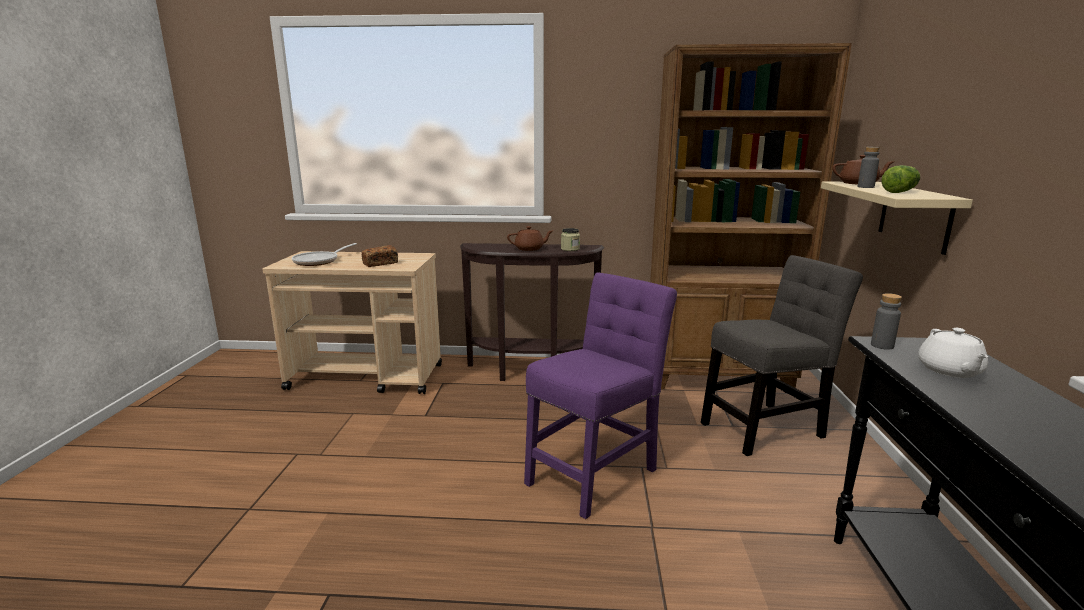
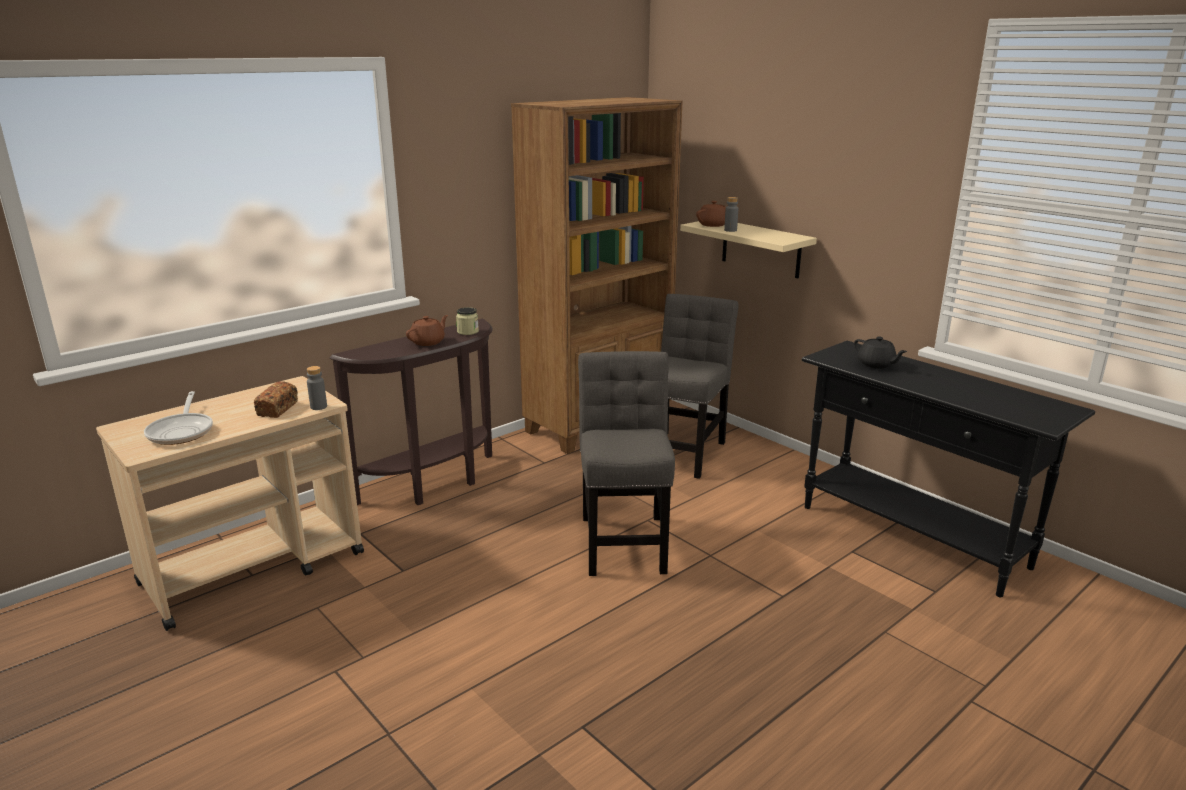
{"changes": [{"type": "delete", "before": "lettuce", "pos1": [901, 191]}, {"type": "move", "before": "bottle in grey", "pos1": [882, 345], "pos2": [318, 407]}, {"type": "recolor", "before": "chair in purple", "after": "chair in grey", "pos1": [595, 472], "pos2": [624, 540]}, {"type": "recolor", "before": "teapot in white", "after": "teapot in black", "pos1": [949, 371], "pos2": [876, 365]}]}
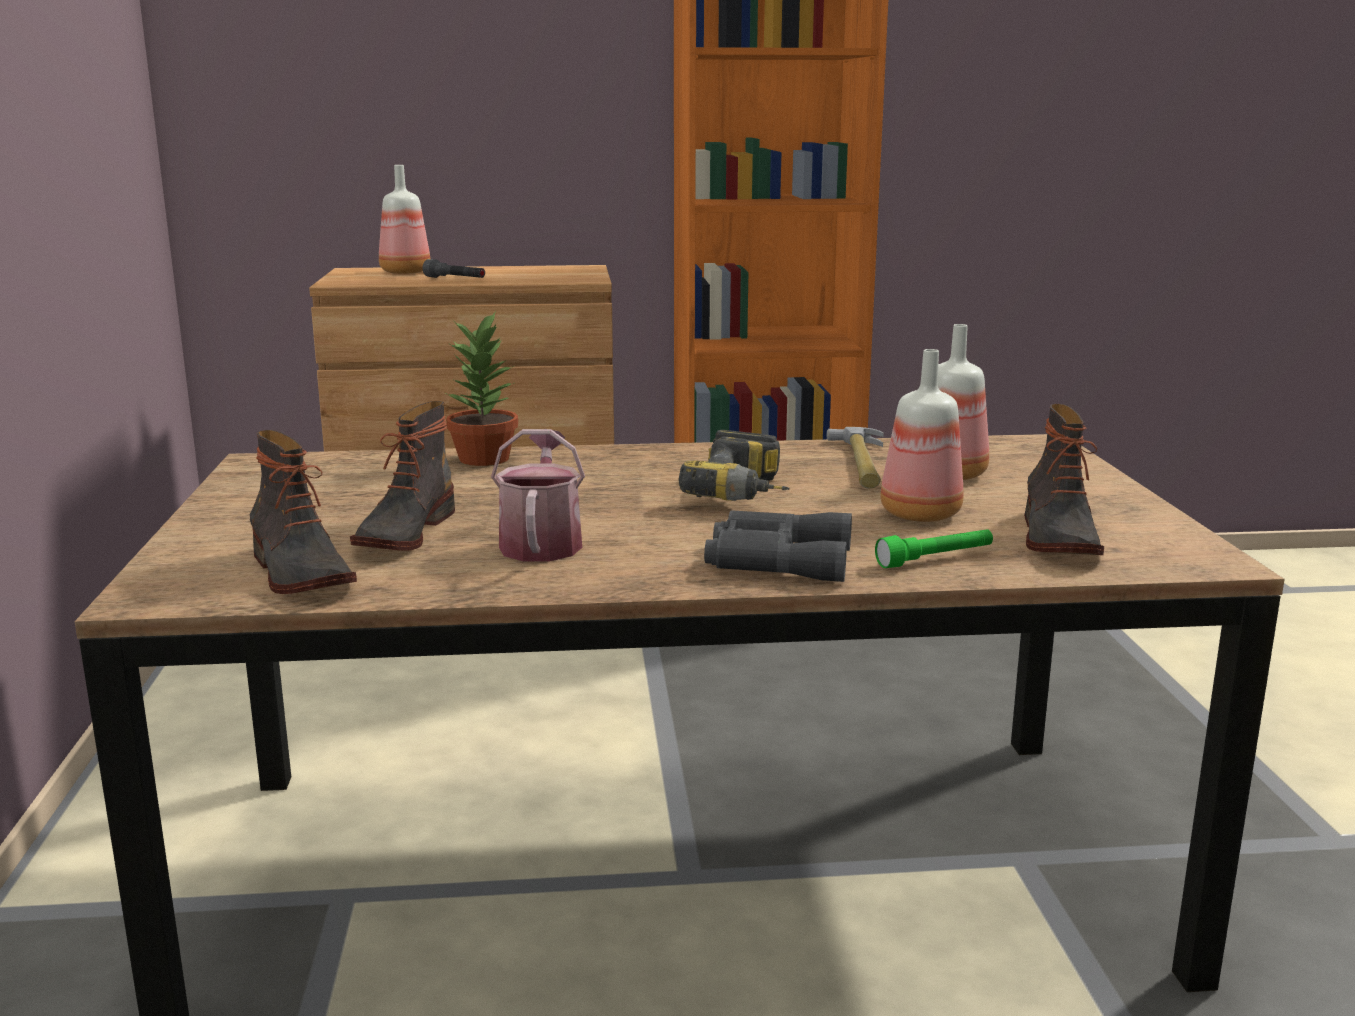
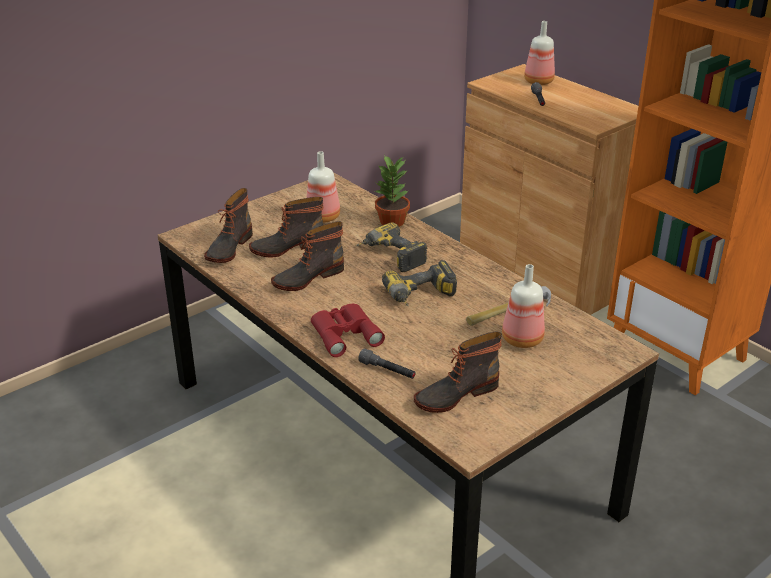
{"changes": [{"type": "insert", "after": "power drill", "pos2": [390, 257]}, {"type": "move", "before": "bottle", "pos1": [917, 514], "pos2": [323, 216]}, {"type": "replace", "before": "watering can", "after": "boot", "pos1": [541, 542], "pos2": [307, 277]}, {"type": "recolor", "before": "binoculars in grey", "after": "binoculars in red", "pos1": [775, 559], "pos2": [344, 333]}, {"type": "recolor", "before": "flashlight in green", "after": "flashlight in grey", "pos1": [935, 559], "pos2": [387, 371]}]}
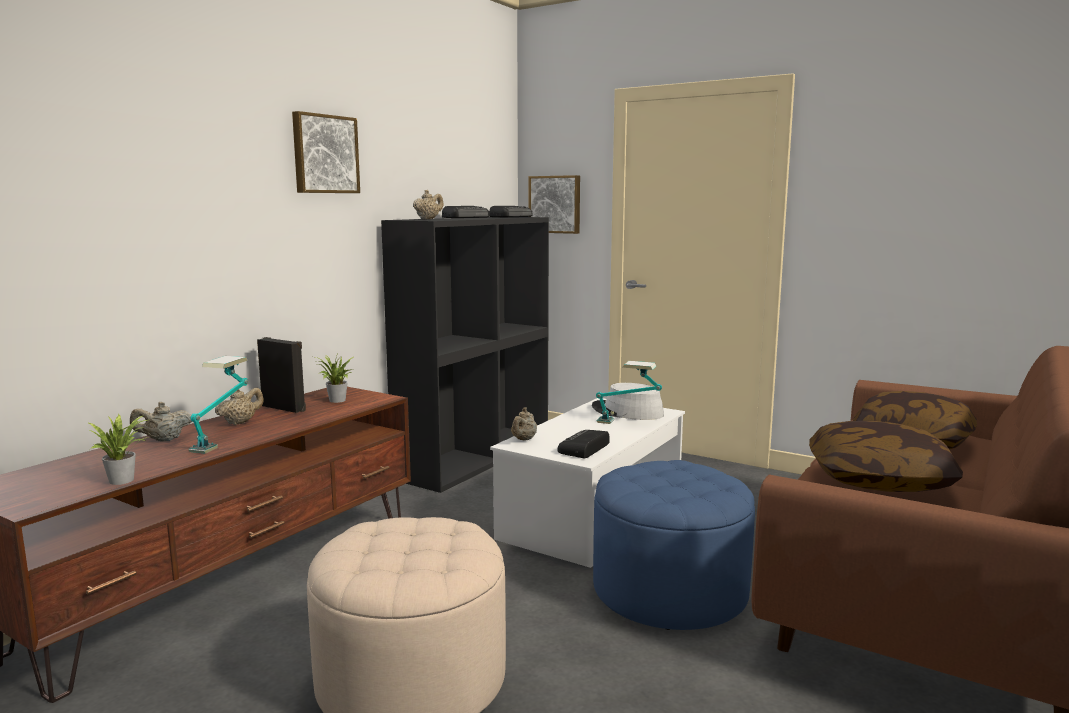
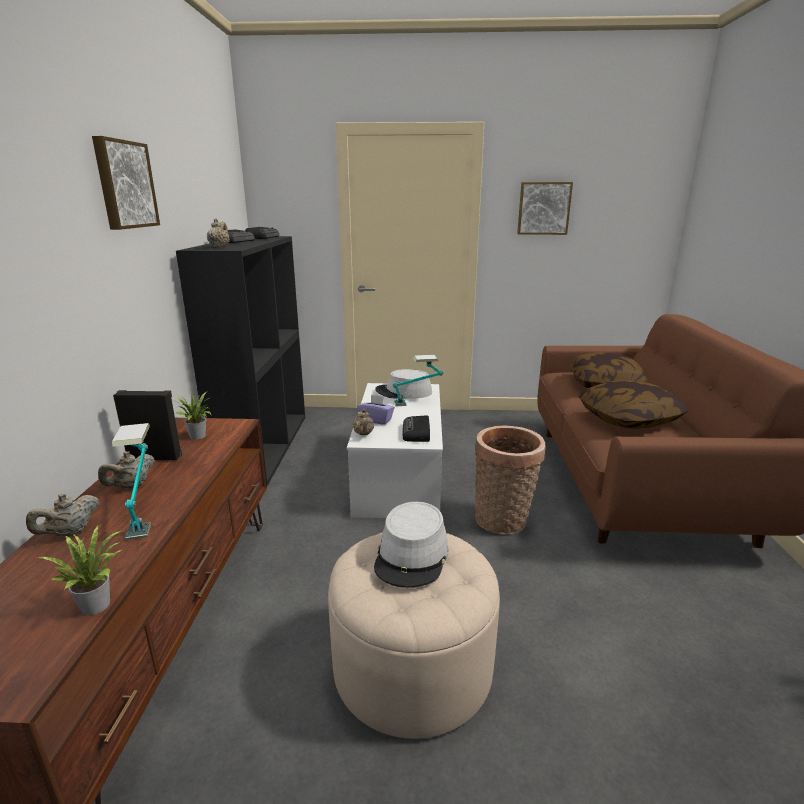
{"changes": [{"type": "insert", "after": "tissue box in purple", "pos2": [376, 420]}, {"type": "insert", "after": "hat in grey", "pos2": [412, 555]}, {"type": "move", "before": "picture", "pos1": [555, 204], "pos2": [543, 208]}, {"type": "replace", "before": "ottoman in blue", "after": "basket", "pos1": [669, 591], "pos2": [503, 521]}, {"type": "rotate", "before": "teapot in beige", "pos1": [240, 422], "pos2": [131, 486], "turn": -150}]}
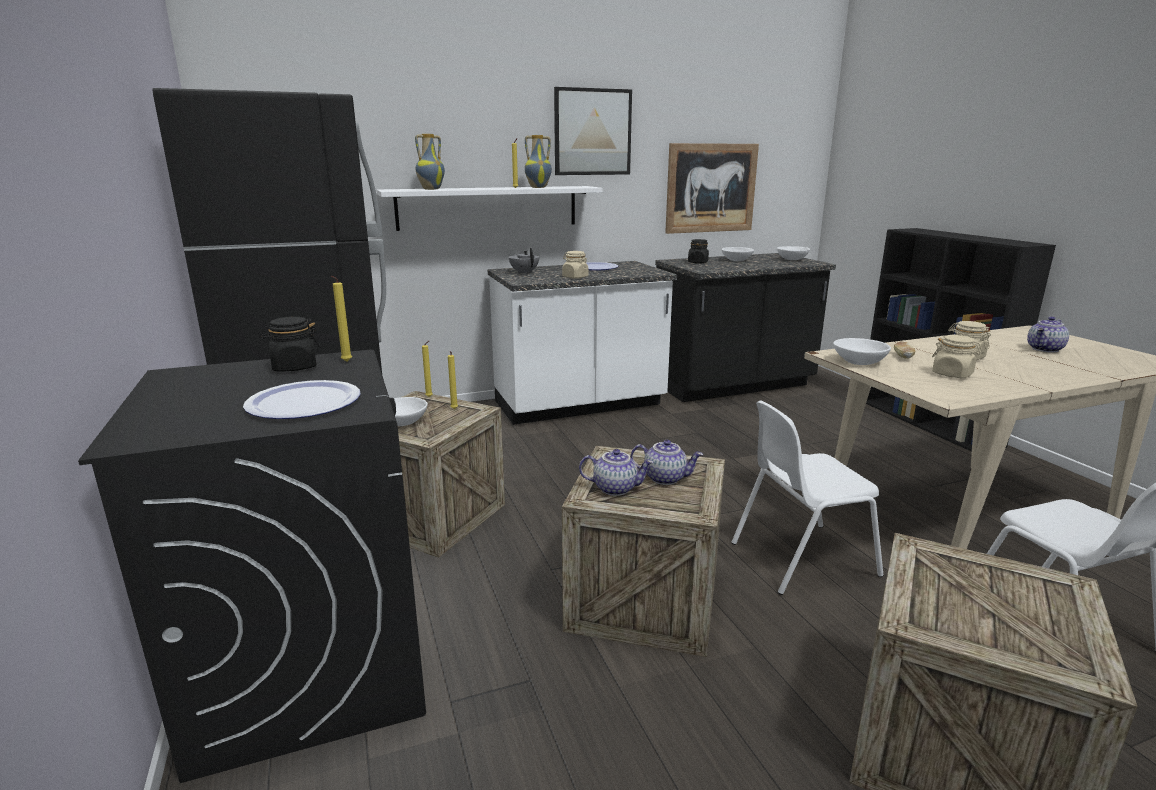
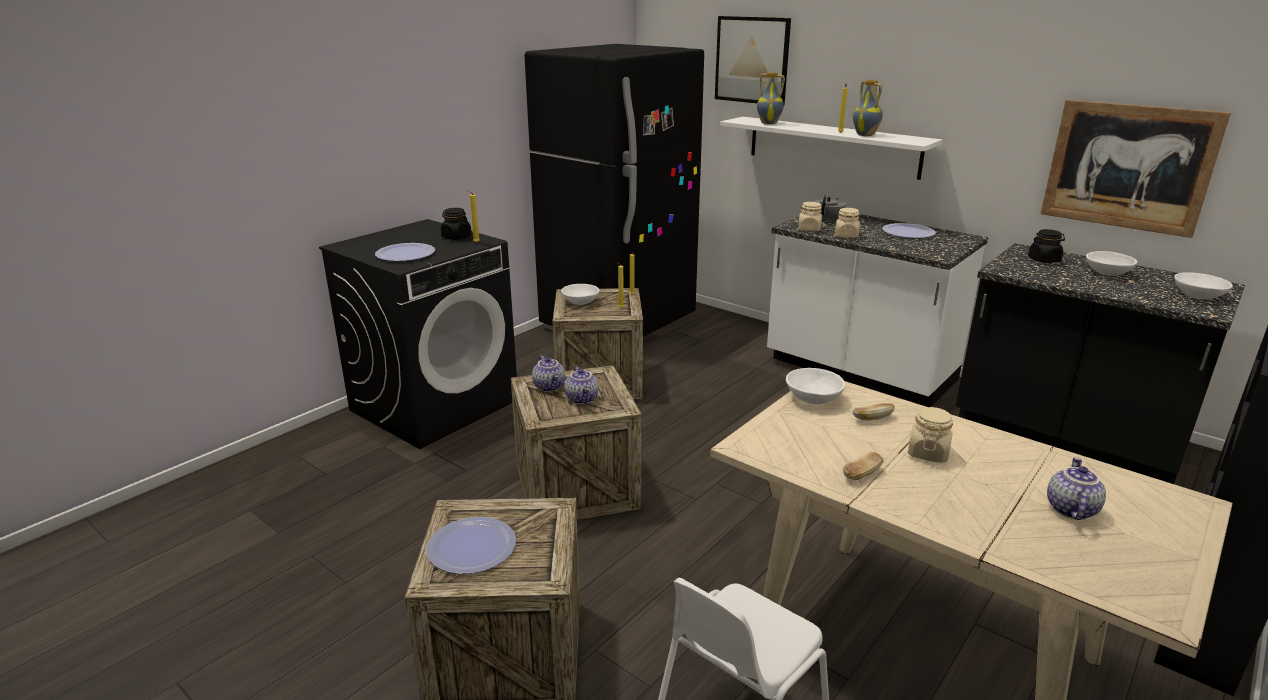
{"changes": [{"type": "delete", "before": "chair in white", "pos1": [800, 558]}, {"type": "insert", "after": "plate", "pos2": [471, 547]}, {"type": "insert", "after": "bread", "pos2": [862, 475]}, {"type": "move", "before": "picture", "pos1": [592, 132], "pos2": [752, 60]}, {"type": "move", "before": "jar in beige", "pos1": [952, 374], "pos2": [809, 229]}, {"type": "rotate", "before": "teapot", "pos1": [1045, 349], "pos2": [1069, 509], "turn": 90}]}
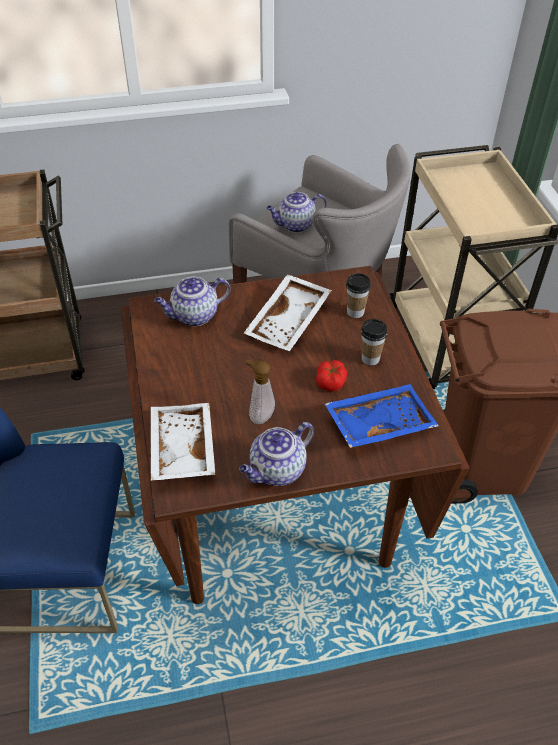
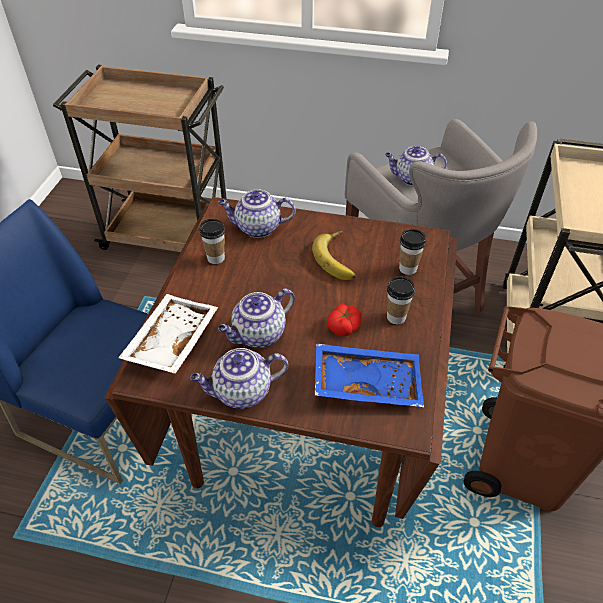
{"changes": [{"type": "insert", "after": "cup", "pos2": [216, 258]}, {"type": "replace", "before": "tray in white", "after": "banana", "pos1": [289, 322], "pos2": [339, 258]}, {"type": "replace", "before": "soap dispenser", "after": "teapot", "pos1": [260, 416], "pos2": [258, 335]}]}
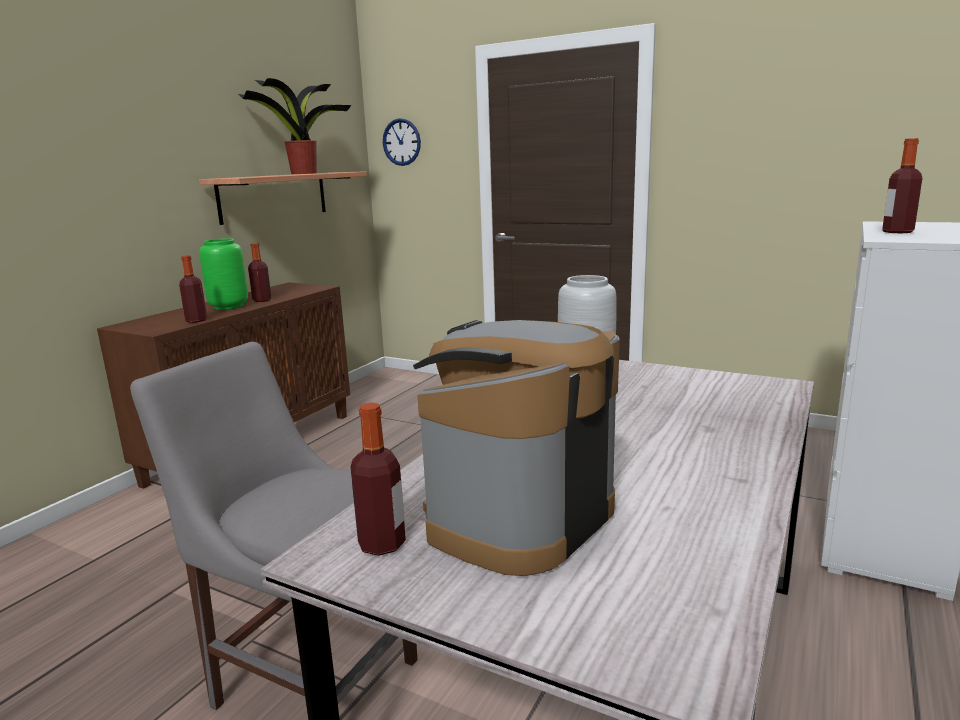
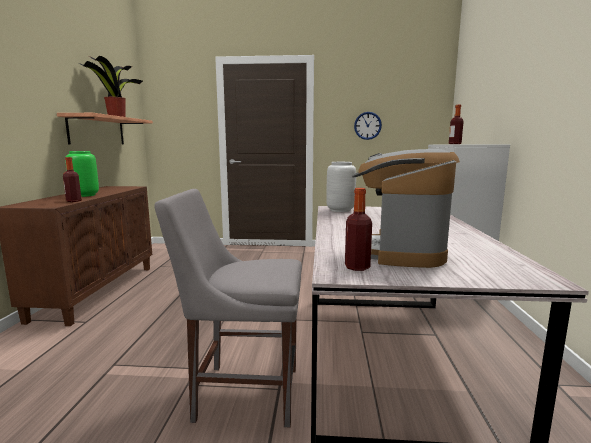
{"changes": [{"type": "delete", "before": "bottle", "pos1": [262, 300]}, {"type": "move", "before": "wall clock", "pos1": [401, 142], "pos2": [367, 125]}]}
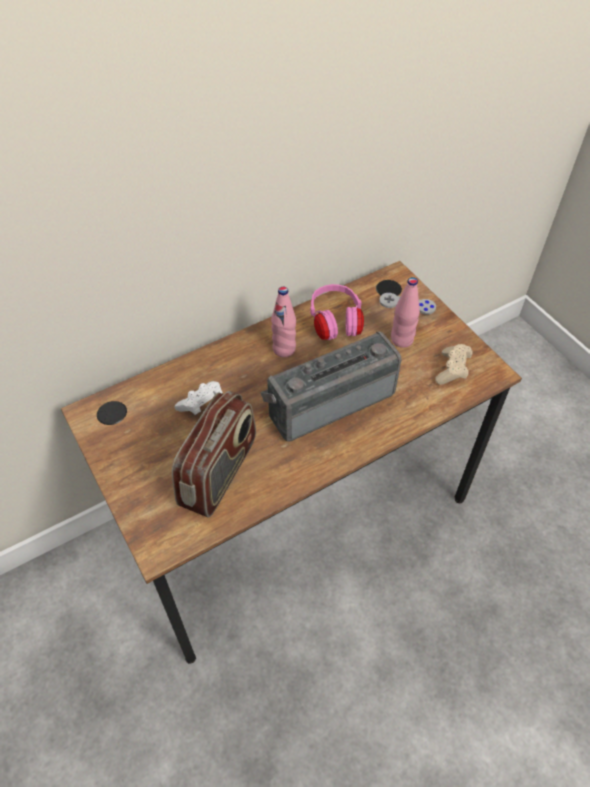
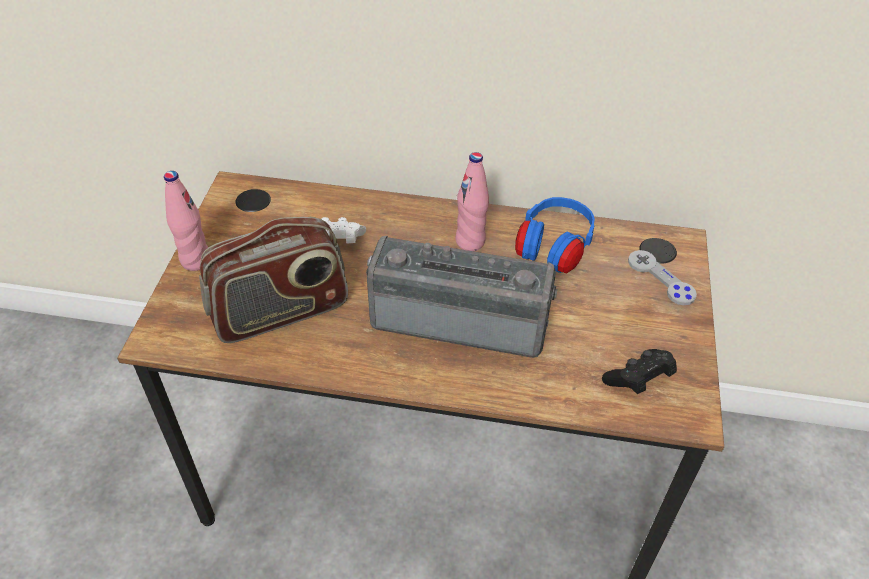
{"changes": [{"type": "move", "before": "bottle in pink", "pos1": [401, 340], "pos2": [196, 260]}, {"type": "recolor", "before": "headphones in pink", "after": "headphones in blue", "pos1": [335, 324], "pos2": [553, 250]}, {"type": "recolor", "before": "game controller in beige", "after": "game controller in black", "pos1": [452, 370], "pos2": [638, 380]}]}
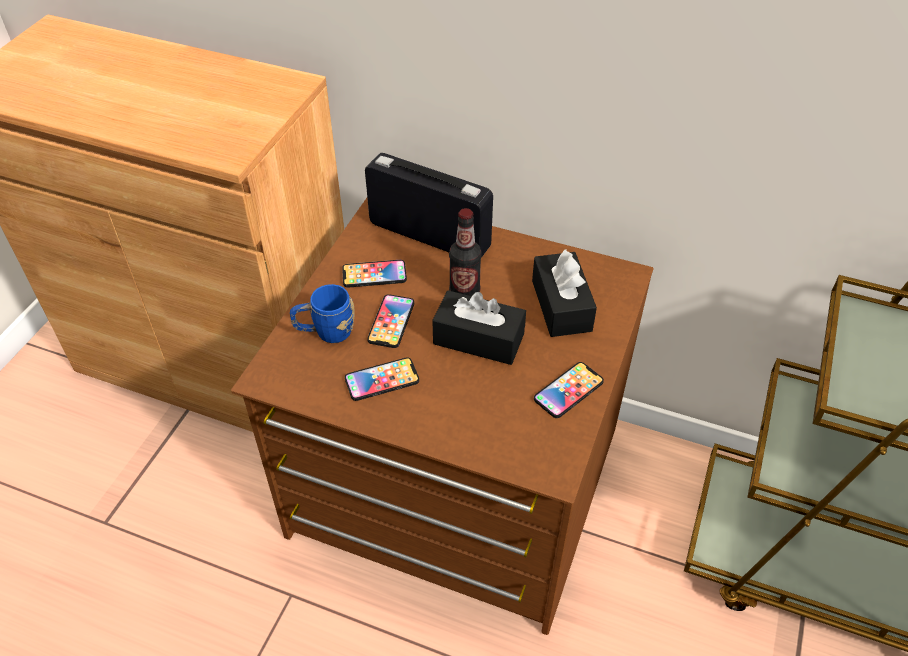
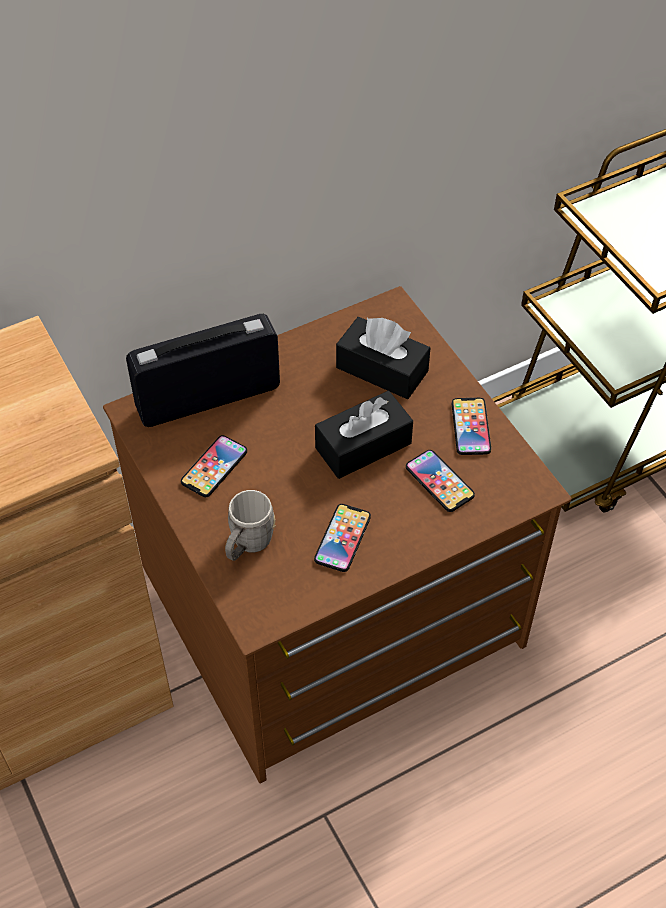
{"changes": [{"type": "delete", "before": "bottle", "pos1": [464, 294]}, {"type": "move", "before": "phone", "pos1": [391, 322], "pos2": [439, 481]}, {"type": "recolor", "before": "mug in blue", "after": "mug in grey", "pos1": [325, 332], "pos2": [247, 545]}]}
